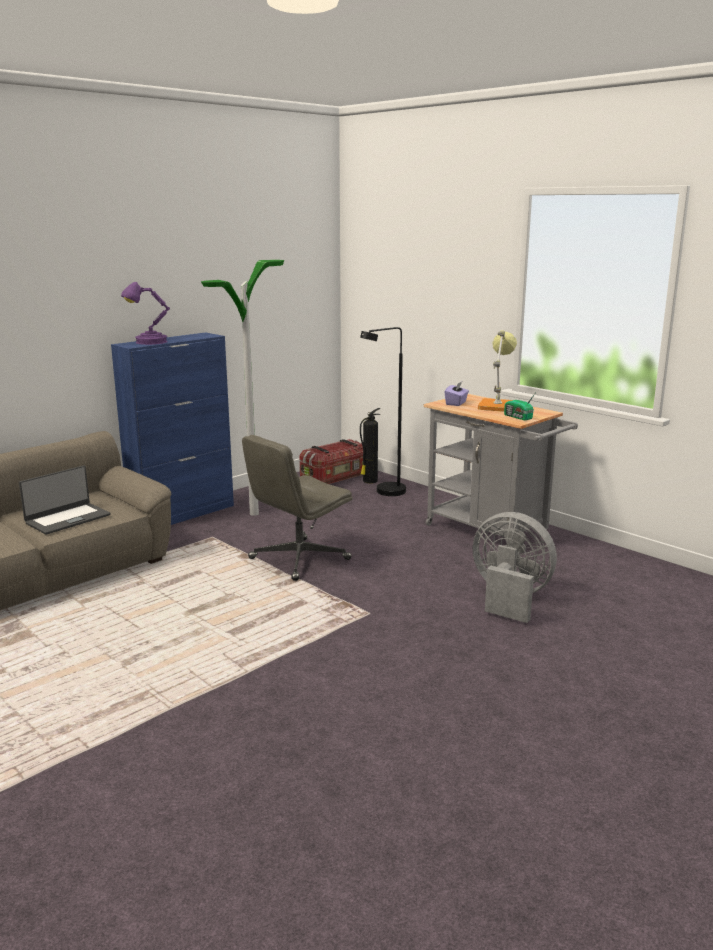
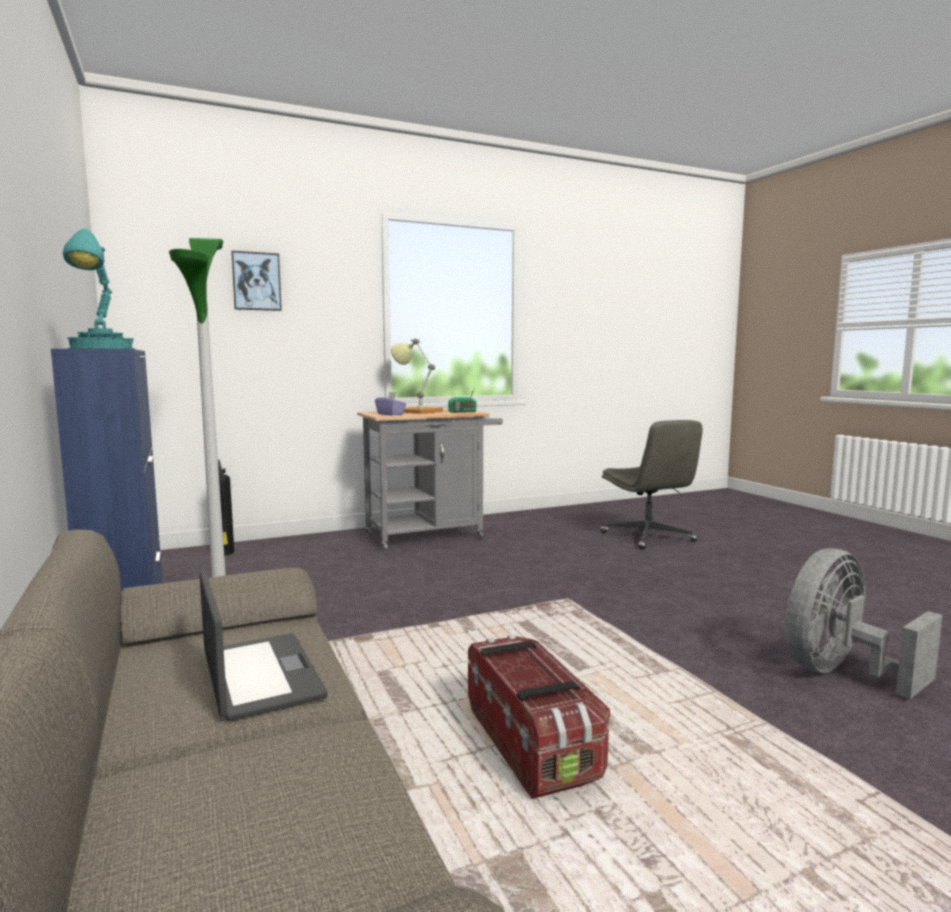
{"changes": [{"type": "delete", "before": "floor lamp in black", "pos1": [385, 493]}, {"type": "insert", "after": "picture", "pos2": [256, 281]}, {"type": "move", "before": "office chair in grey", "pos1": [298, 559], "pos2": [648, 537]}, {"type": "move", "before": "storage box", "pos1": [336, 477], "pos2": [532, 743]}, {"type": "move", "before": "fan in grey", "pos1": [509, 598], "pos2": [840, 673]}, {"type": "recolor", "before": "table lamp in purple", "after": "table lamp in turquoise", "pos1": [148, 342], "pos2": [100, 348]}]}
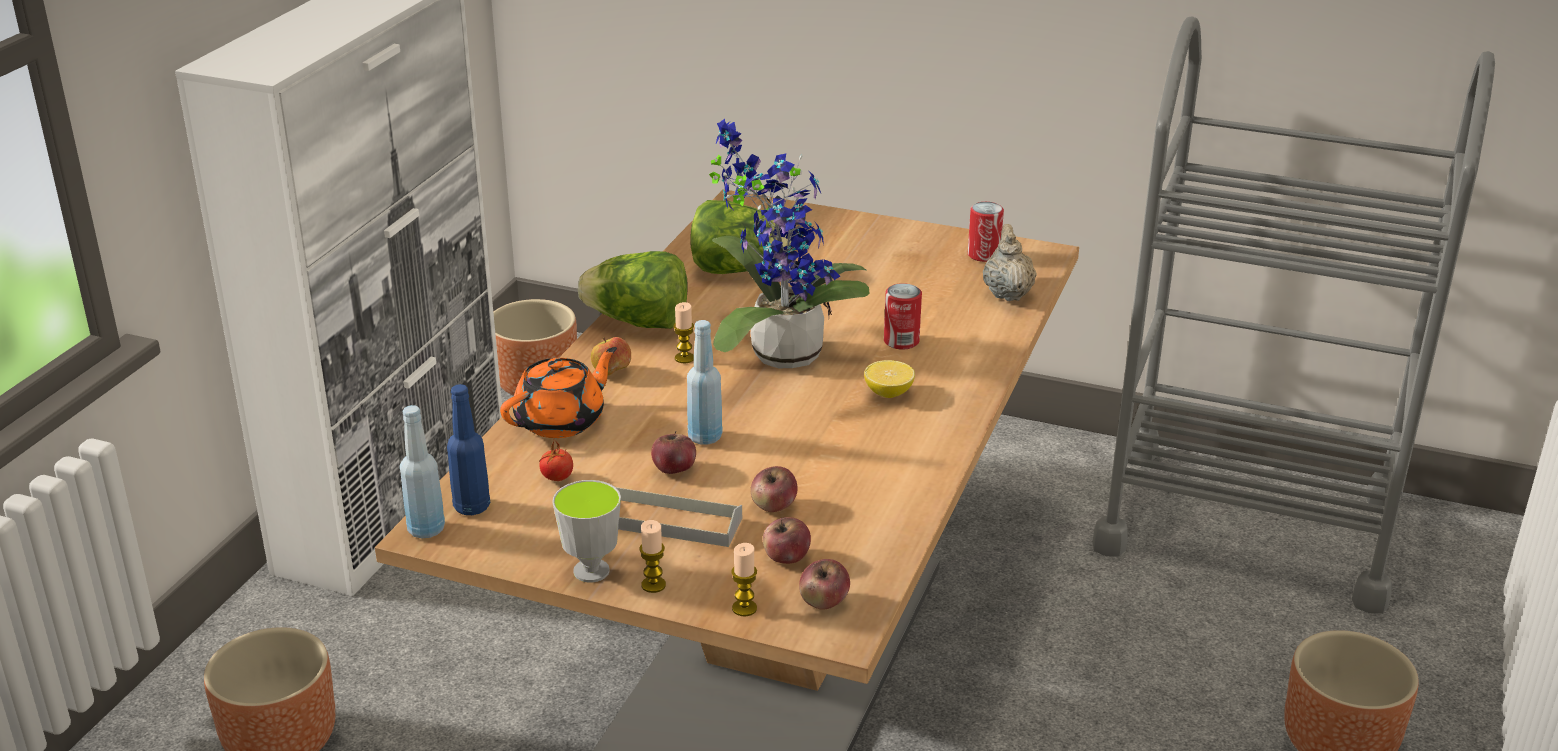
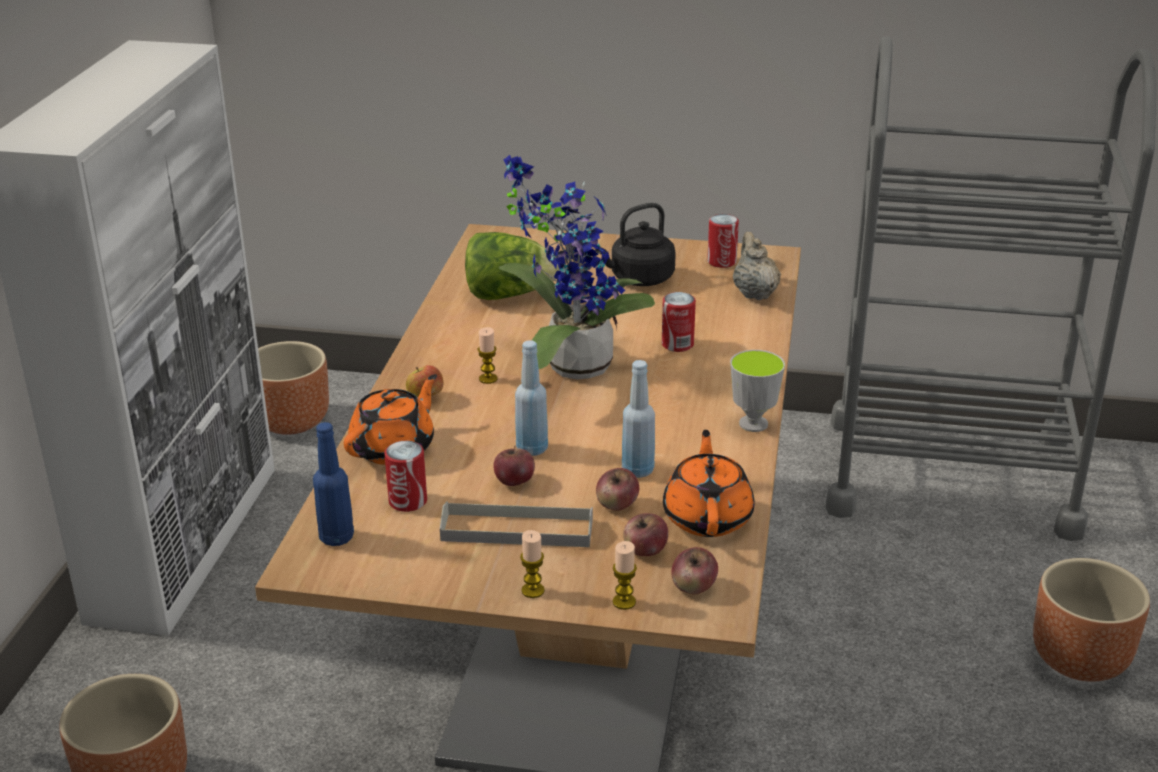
{"changes": [{"type": "delete", "before": "lettuce", "pos1": [638, 323]}, {"type": "delete", "before": "lemon", "pos1": [889, 393]}, {"type": "insert", "after": "kettle in black", "pos2": [639, 279]}, {"type": "insert", "after": "teapot in orange", "pos2": [708, 517]}, {"type": "move", "before": "bottle in blue", "pos1": [426, 529], "pos2": [637, 470]}, {"type": "move", "before": "cup", "pos1": [591, 571], "pos2": [753, 424]}, {"type": "replace", "before": "tomato", "after": "can", "pos1": [557, 478], "pos2": [408, 501]}]}
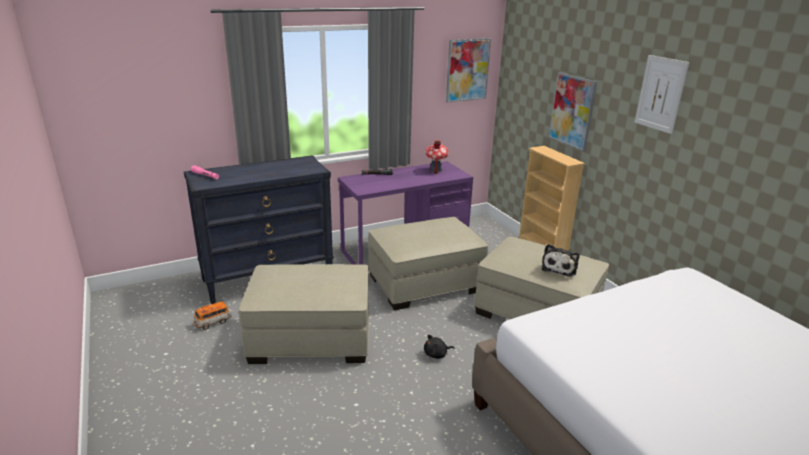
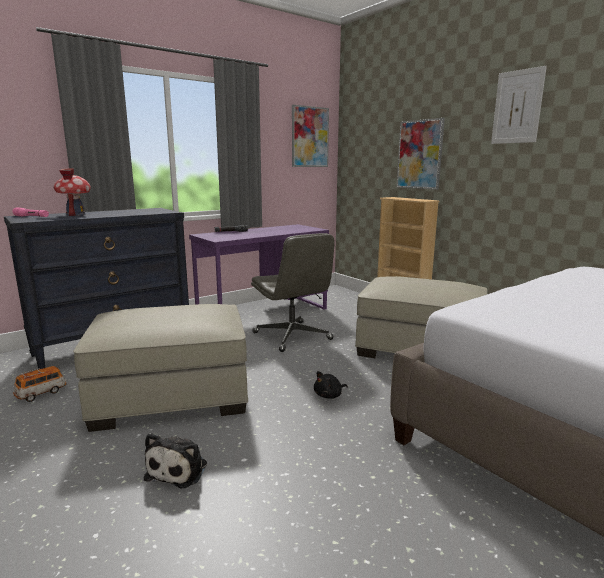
{"changes": [{"type": "move", "before": "toy house", "pos1": [435, 170], "pos2": [75, 214]}, {"type": "move", "before": "plush toy", "pos1": [559, 268], "pos2": [179, 469]}, {"type": "replace", "before": "ottoman in beige", "after": "office chair in grey", "pos1": [424, 283], "pos2": [293, 336]}]}
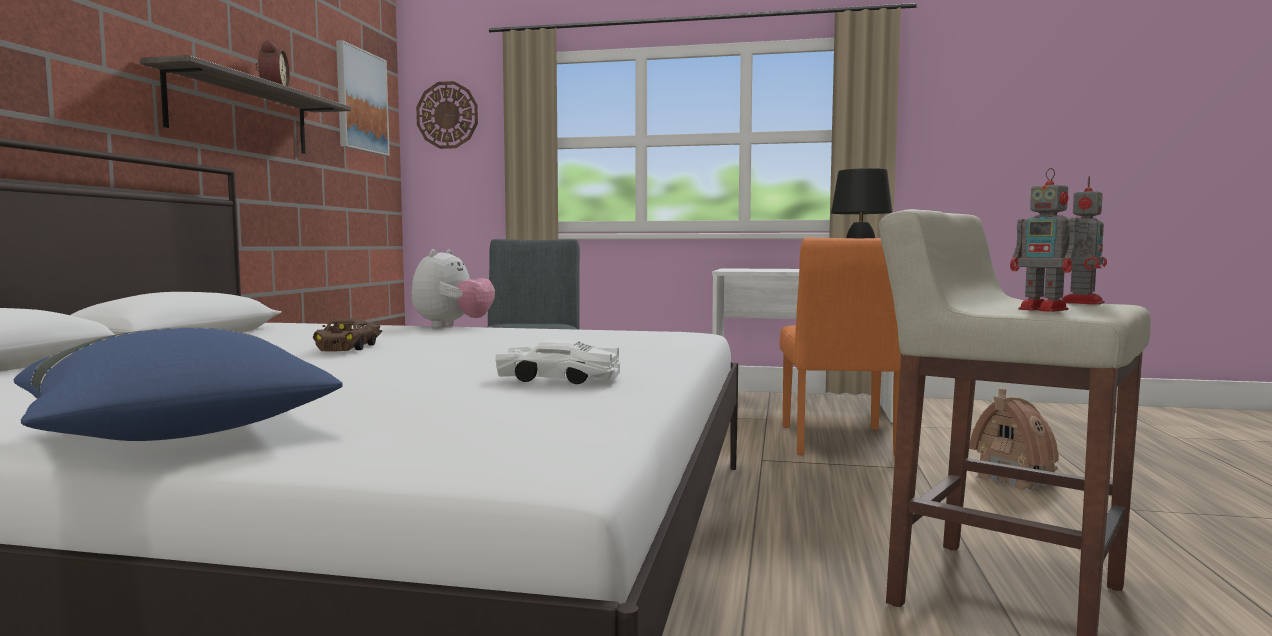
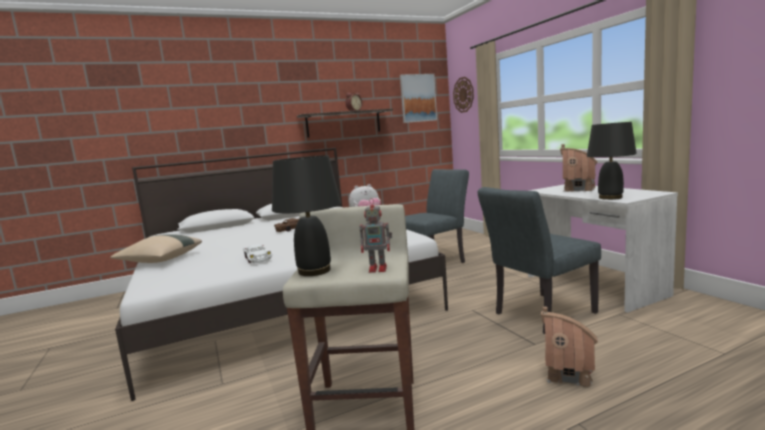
{"changes": [{"type": "insert", "after": "toy house", "pos2": [578, 189]}, {"type": "replace", "before": "toy robot", "after": "table lamp in black", "pos1": [1045, 309], "pos2": [315, 271]}, {"type": "recolor", "before": "pillow in blue", "after": "pillow in beige", "pos1": [180, 434], "pos2": [160, 260]}, {"type": "recolor", "before": "chair in orange", "after": "chair in grey", "pos1": [840, 444], "pos2": [539, 315]}]}
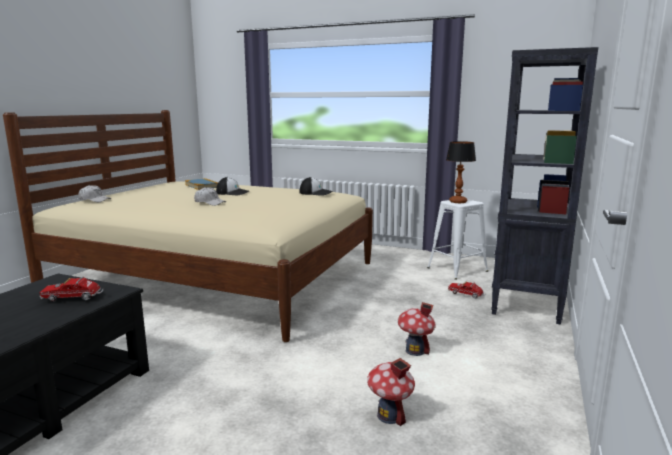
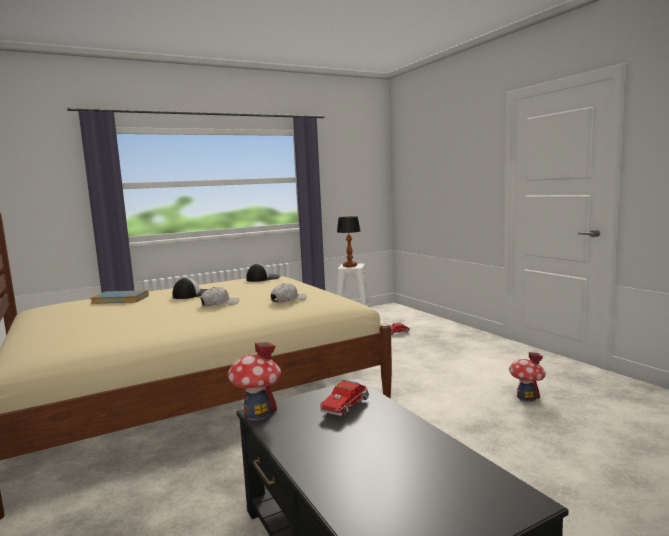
{"changes": [{"type": "delete", "before": "bookcase in black", "pos1": [525, 304]}, {"type": "move", "before": "cap in white", "pos1": [94, 200], "pos2": [288, 300]}, {"type": "move", "before": "toy house", "pos1": [415, 350], "pos2": [257, 414]}]}
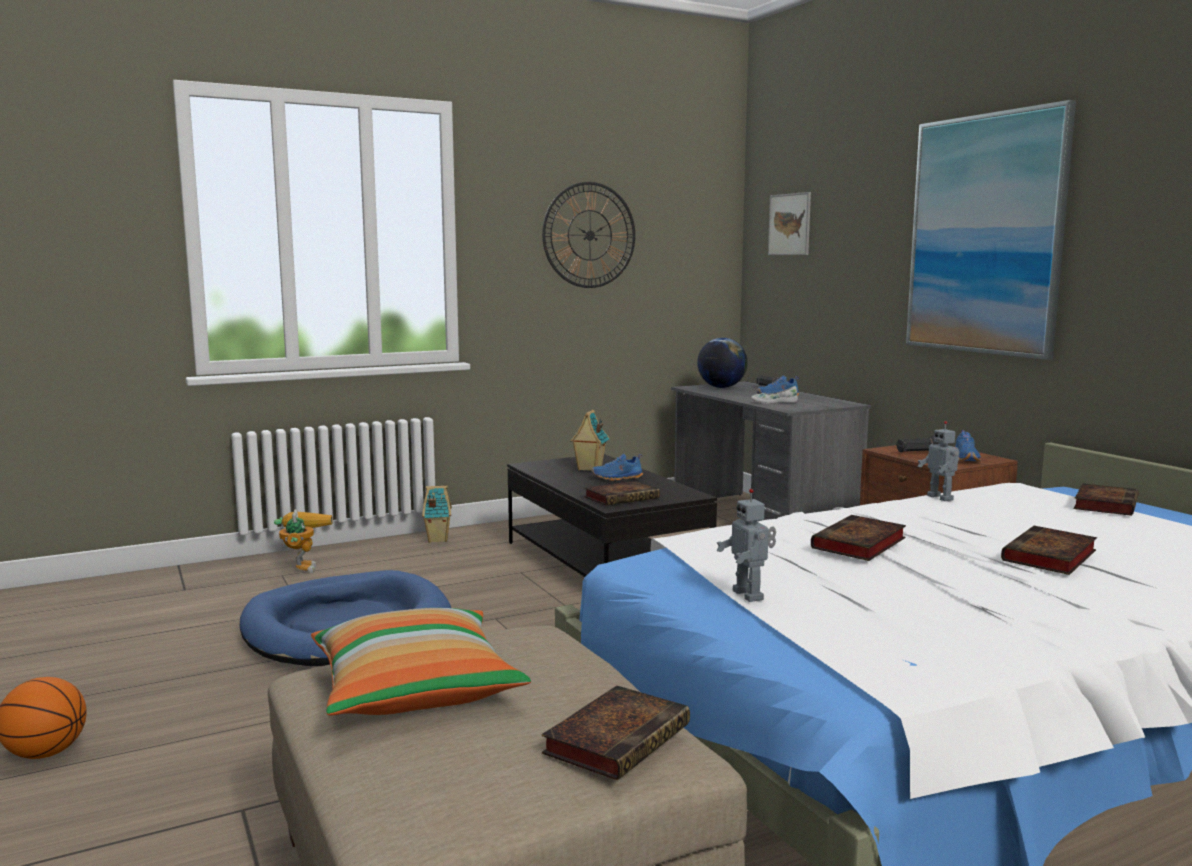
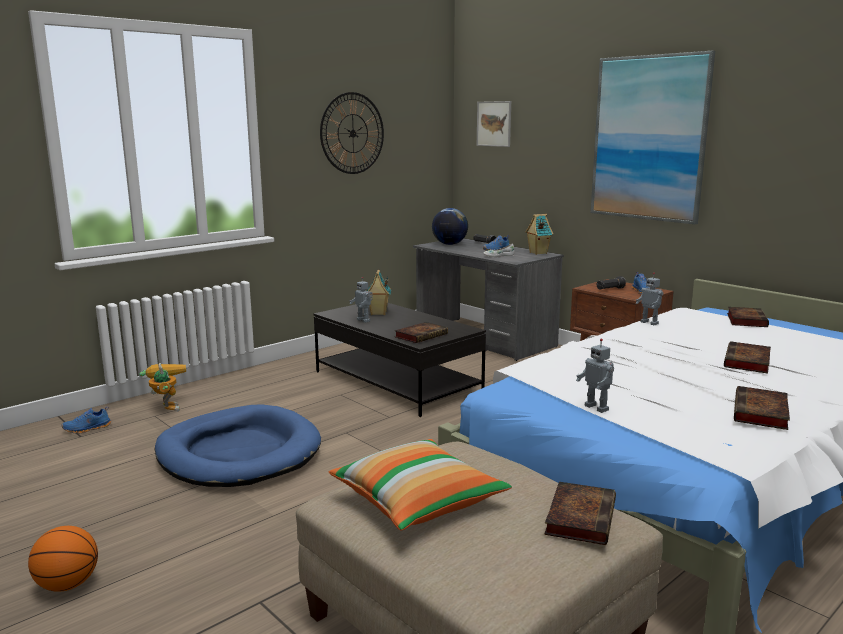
{"changes": [{"type": "insert", "after": "toy robot", "pos2": [364, 320]}, {"type": "move", "before": "toy house", "pos1": [437, 539], "pos2": [537, 253]}, {"type": "move", "before": "shoe in blue", "pos1": [617, 478], "pos2": [87, 429]}, {"type": "move", "before": "book", "pos1": [858, 544], "pos2": [761, 413]}]}
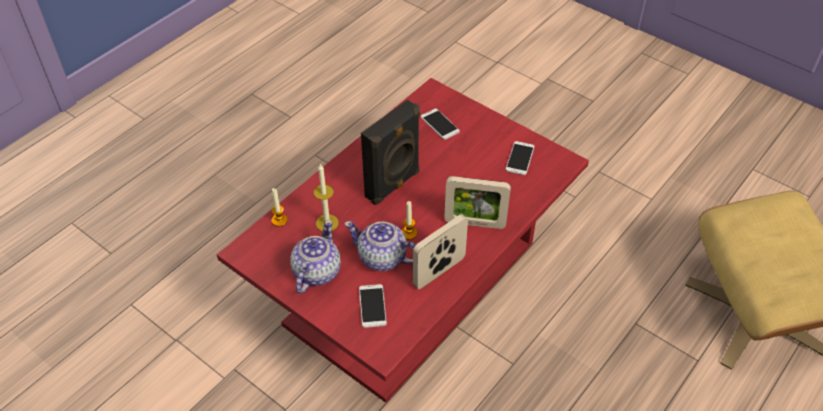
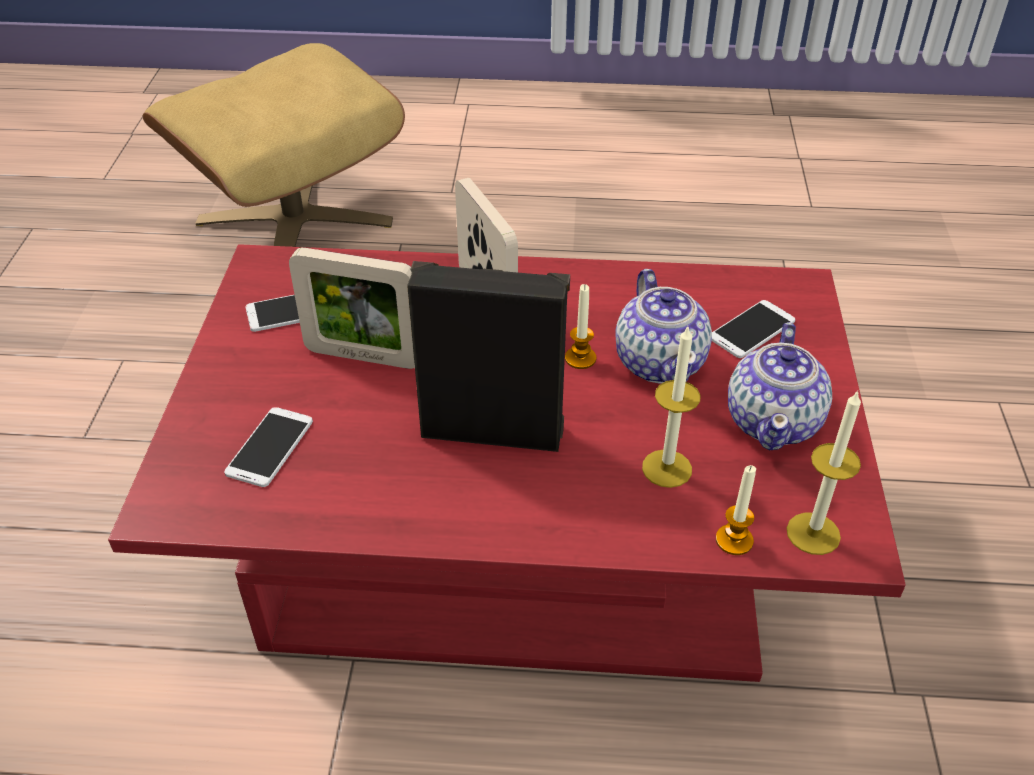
{"changes": [{"type": "insert", "after": "candle", "pos2": [813, 533]}, {"type": "move", "before": "picture frame", "pos1": [439, 272], "pos2": [363, 356]}, {"type": "rotate", "before": "teapot", "pos1": [316, 272], "pos2": [774, 421], "turn": -60}]}
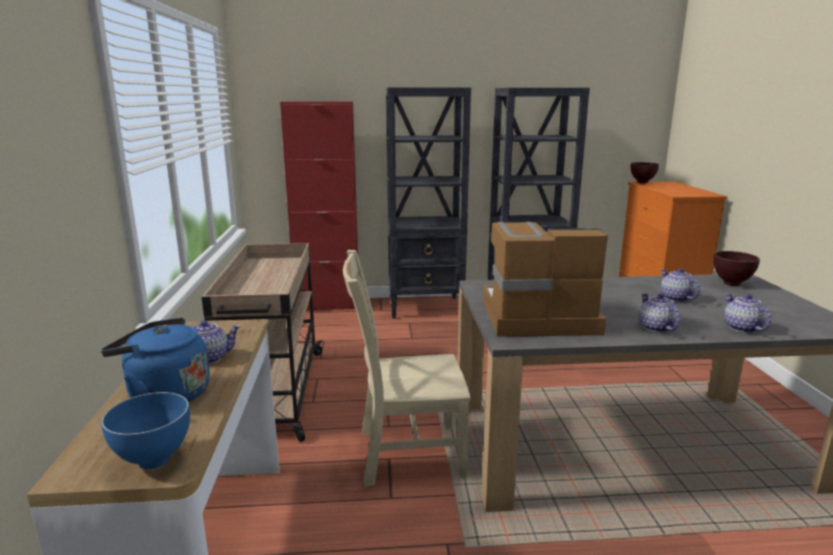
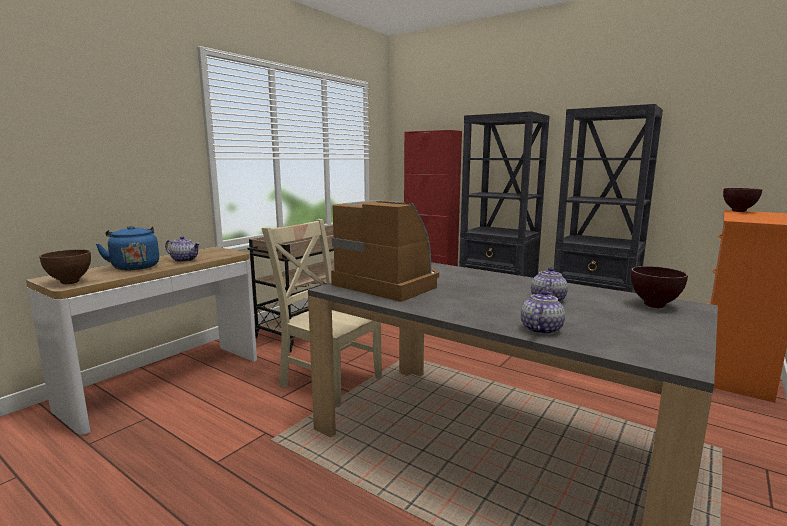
{"changes": [{"type": "delete", "before": "teapot", "pos1": [655, 328]}, {"type": "recolor", "before": "bowl in blue", "after": "bowl in brown", "pos1": [152, 463], "pos2": [69, 283]}]}
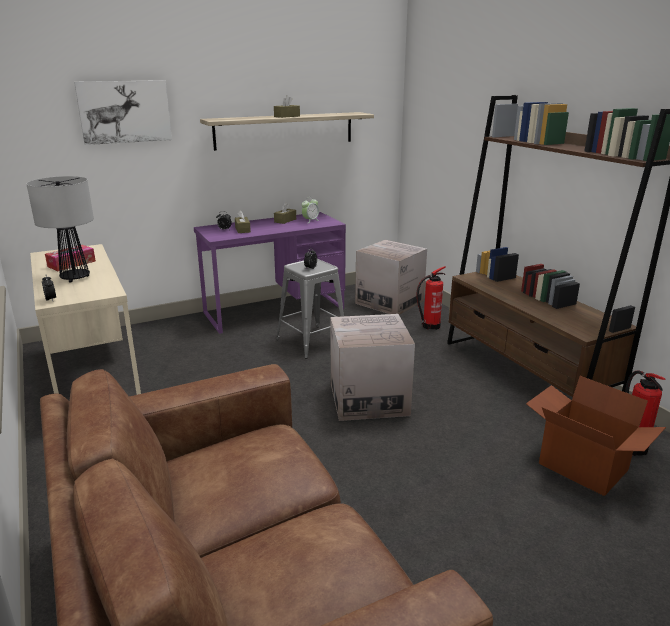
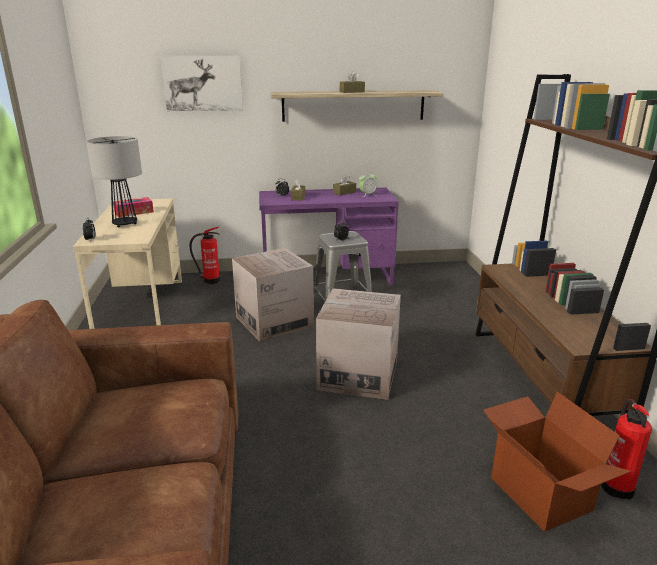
{"changes": [{"type": "move", "before": "cardboard box", "pos1": [389, 302], "pos2": [274, 322]}, {"type": "move", "before": "fire extinguisher", "pos1": [429, 326], "pos2": [210, 280]}]}
